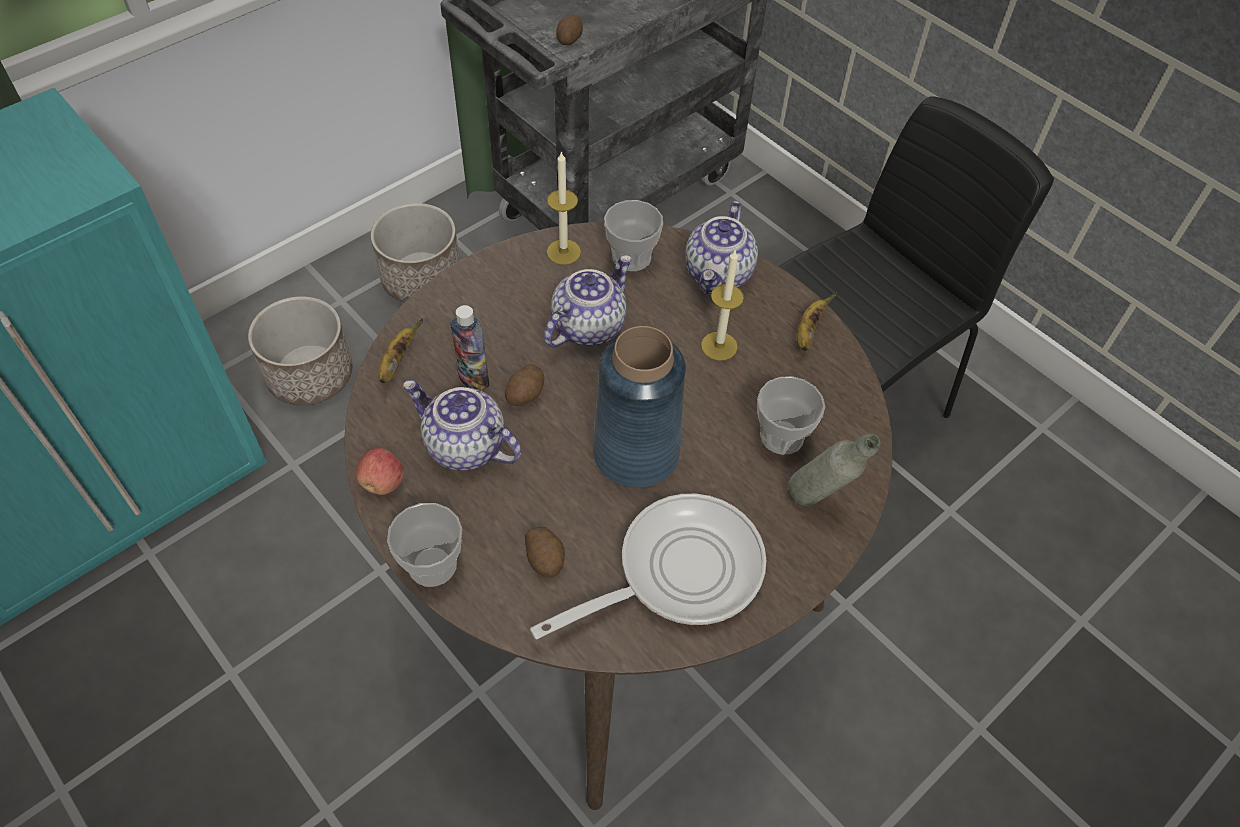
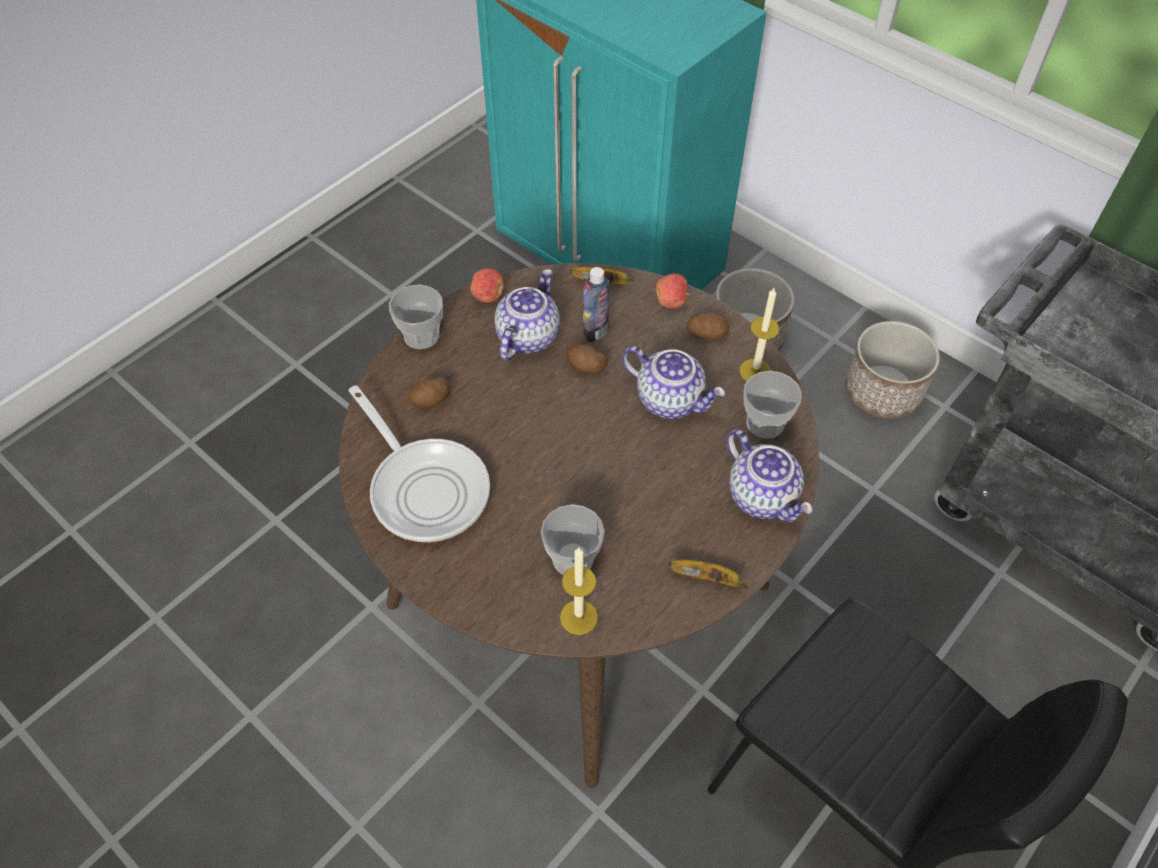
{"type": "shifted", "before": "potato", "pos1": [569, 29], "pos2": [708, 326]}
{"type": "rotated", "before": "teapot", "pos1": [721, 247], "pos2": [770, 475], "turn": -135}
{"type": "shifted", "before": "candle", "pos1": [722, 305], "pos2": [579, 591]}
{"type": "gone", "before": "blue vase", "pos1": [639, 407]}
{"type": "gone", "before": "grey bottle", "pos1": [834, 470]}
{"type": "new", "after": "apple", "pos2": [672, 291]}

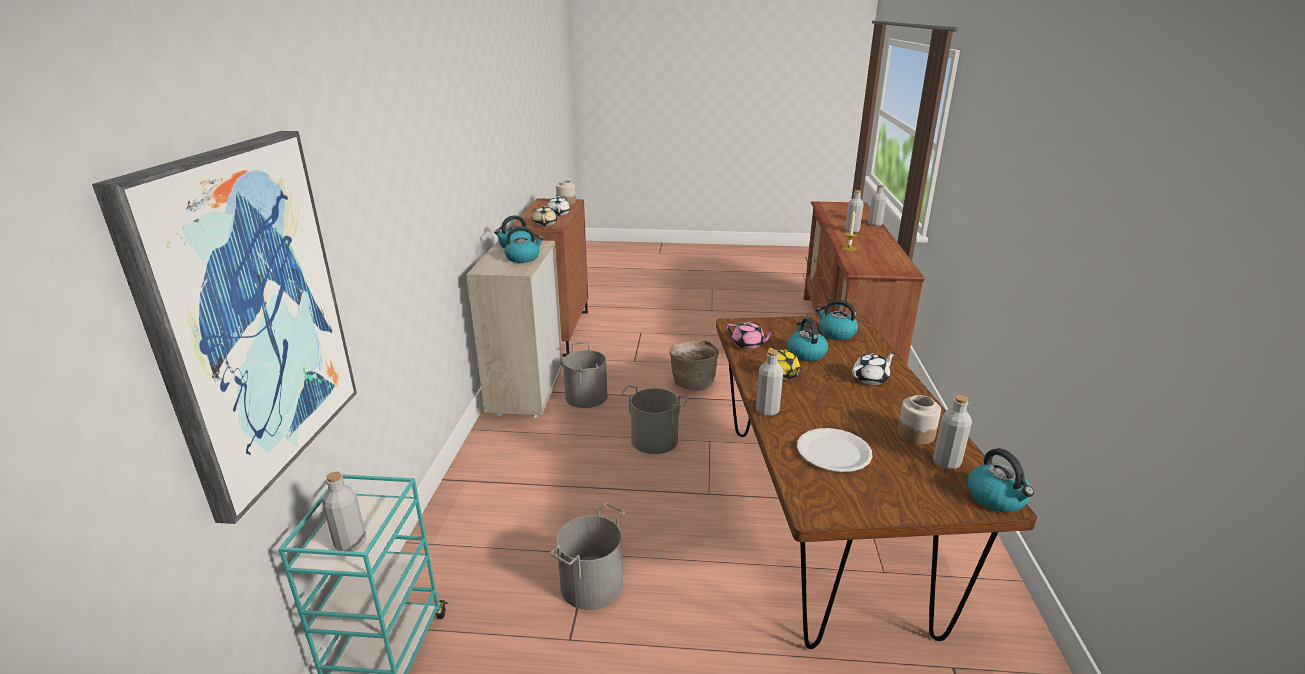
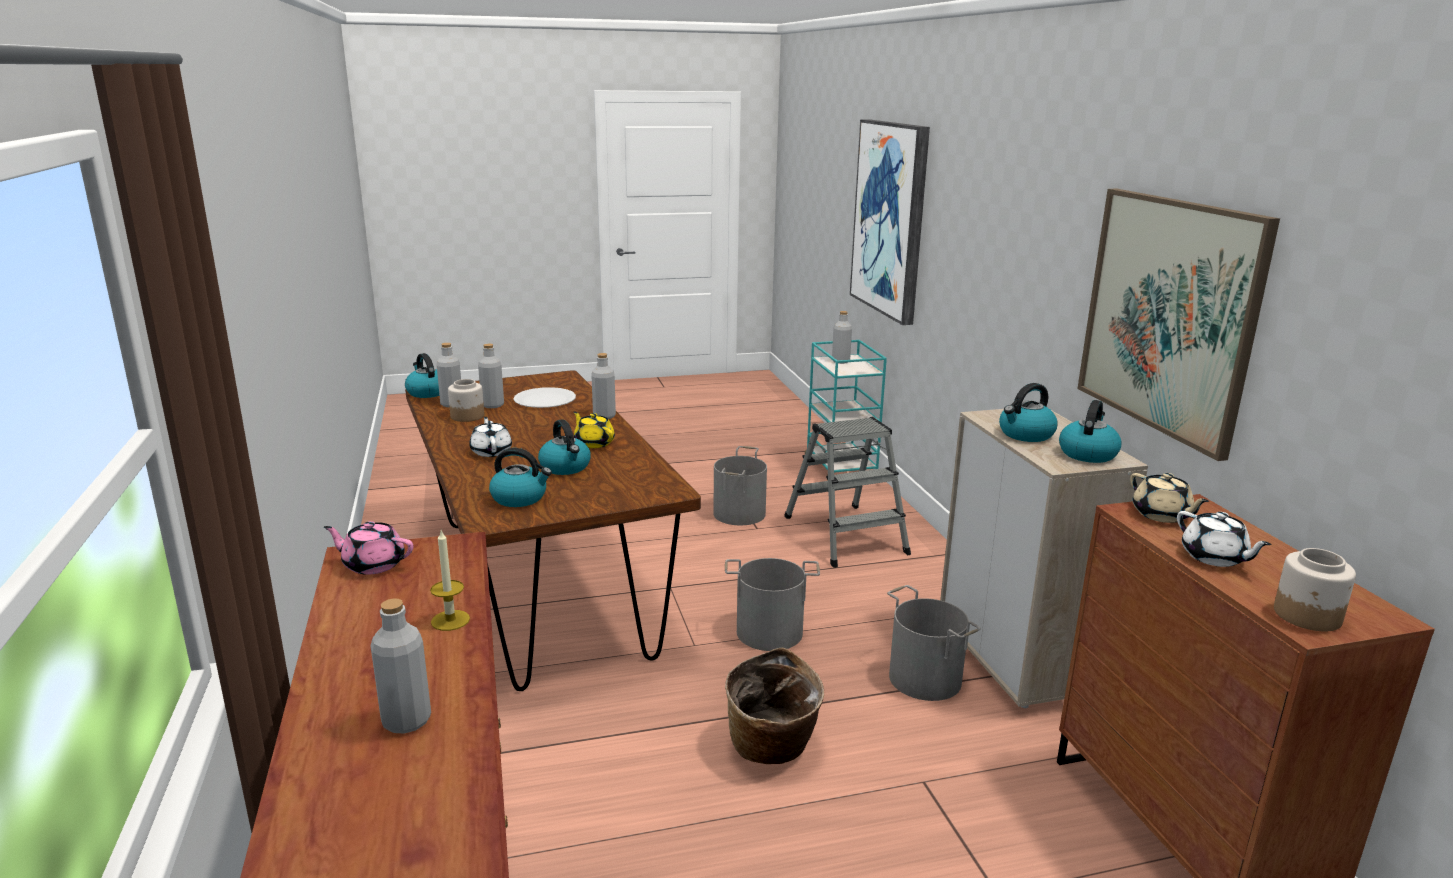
{"type": "shifted", "before": "grey bottle", "pos1": [877, 205], "pos2": [491, 376]}
{"type": "shifted", "before": "pink teapot", "pos1": [750, 335], "pos2": [368, 548]}
{"type": "rotated", "before": "white teapot", "pos1": [873, 368], "pos2": [490, 437], "turn": 120}
{"type": "new", "after": "picture", "pos2": [1178, 325]}
{"type": "new", "after": "grey step ladder", "pos2": [847, 492]}

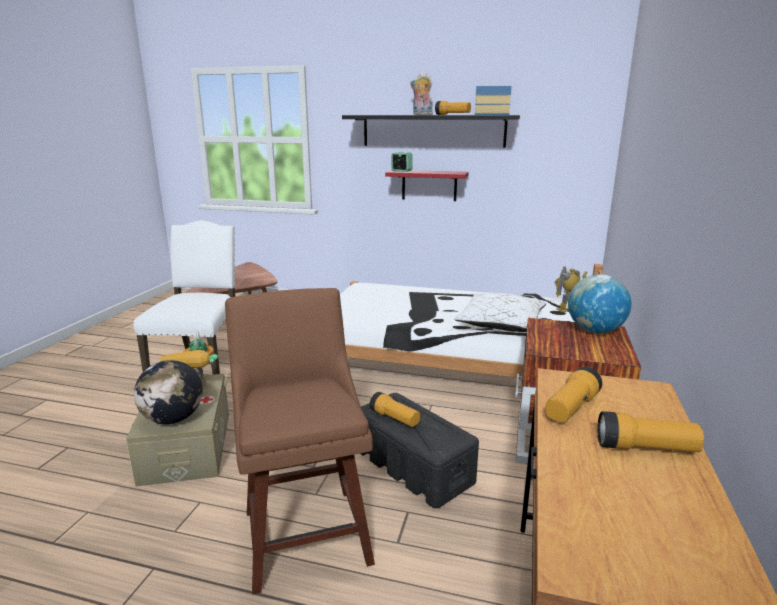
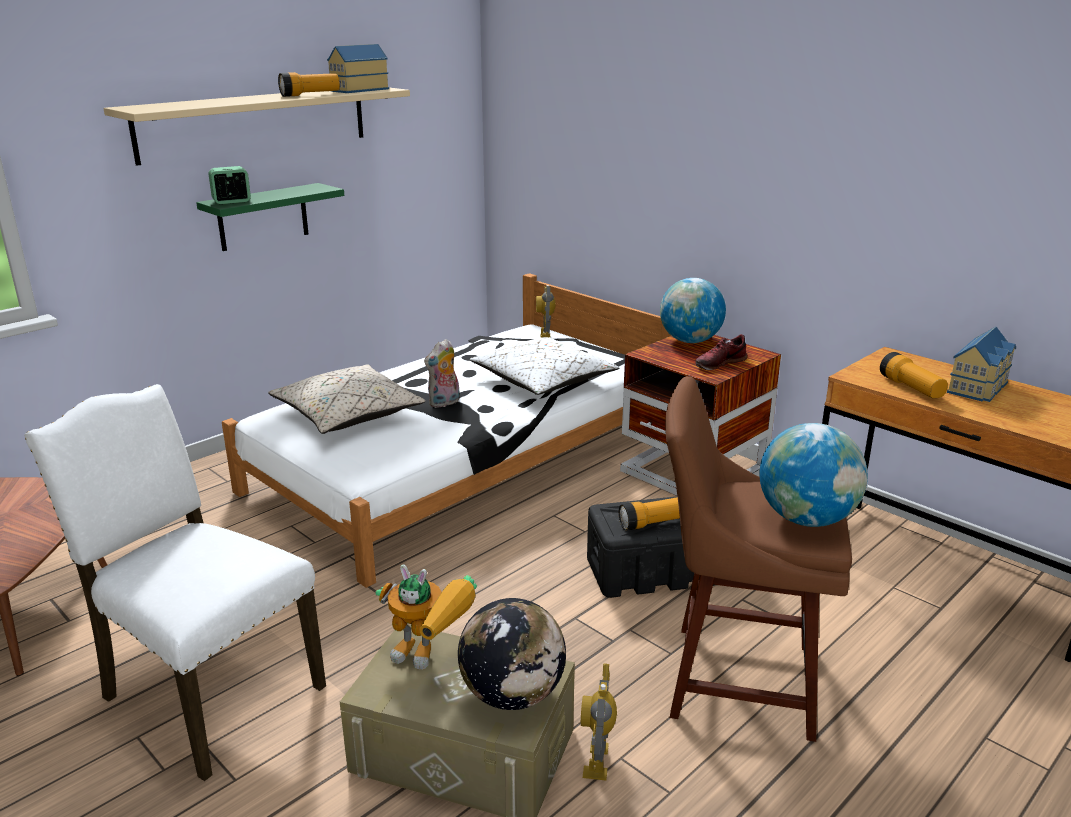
{"type": "shifted", "before": "plush toy", "pos1": [421, 94], "pos2": [442, 373]}
{"type": "repainted", "before": "black shelf", "after": "beige shelf", "pos1": [431, 131], "pos2": [256, 127]}
{"type": "repainted", "before": "red shelf", "after": "green shelf", "pos1": [427, 185], "pos2": [270, 217]}
{"type": "swapped", "before": "flashlight", "after": "toy house", "pos1": [650, 431], "pos2": [981, 364]}
{"type": "new", "after": "shoe", "pos2": [721, 352]}
{"type": "new", "after": "beige pillow", "pos2": [347, 399]}
{"type": "new", "after": "globe", "pos2": [813, 475]}
{"type": "new", "after": "toy robot", "pos2": [599, 722]}

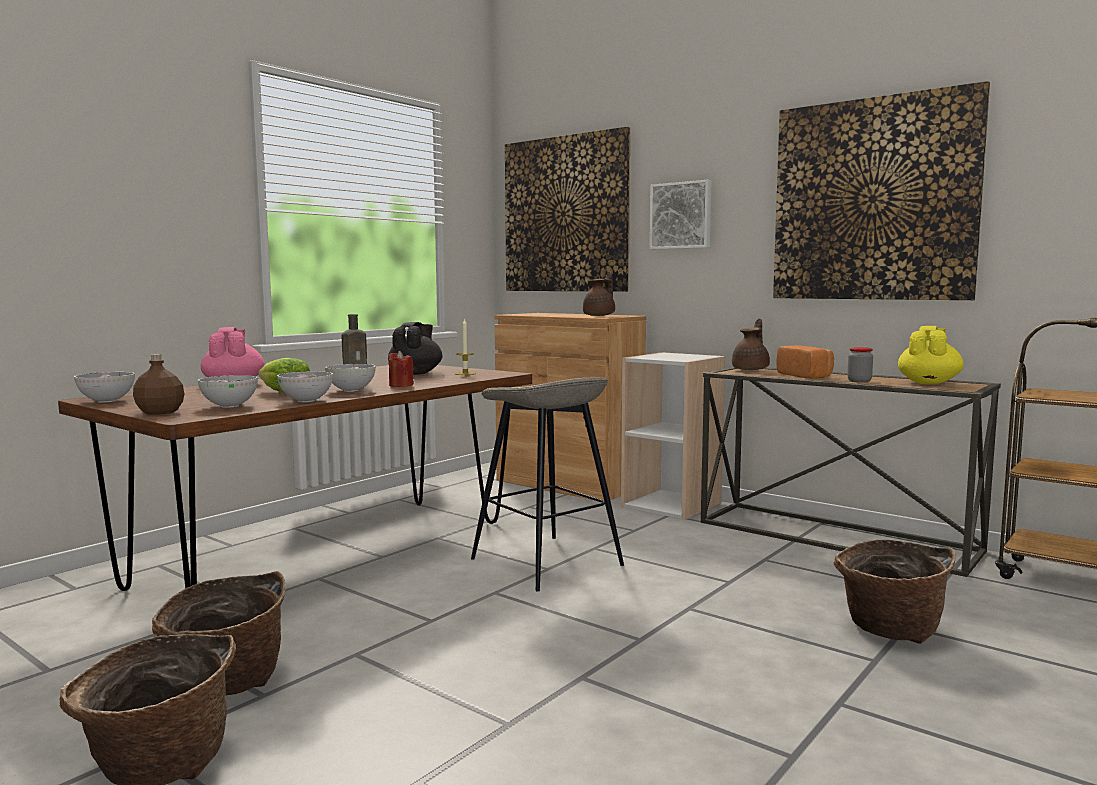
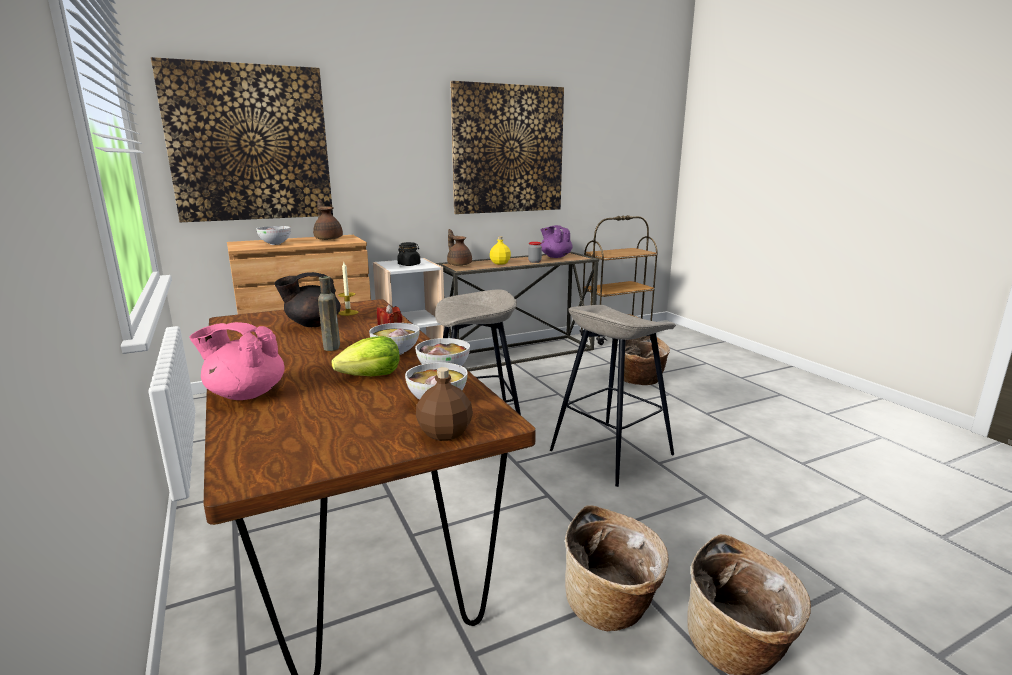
{"type": "gone", "before": "picture", "pos1": [680, 215]}
{"type": "rotated", "before": "black teapot", "pos1": [415, 348], "pos2": [307, 299], "turn": -60}
{"type": "repainted", "before": "yellow teapot", "after": "purple teapot", "pos1": [931, 355], "pos2": [556, 241]}
{"type": "swapped", "before": "bread", "after": "yellow bottle", "pos1": [805, 362], "pos2": [500, 250]}
{"type": "shifted", "before": "bowl", "pos1": [104, 387], "pos2": [273, 235]}
{"type": "new", "after": "black jar", "pos2": [409, 254]}
{"type": "new", "after": "grey stool", "pos2": [613, 396]}

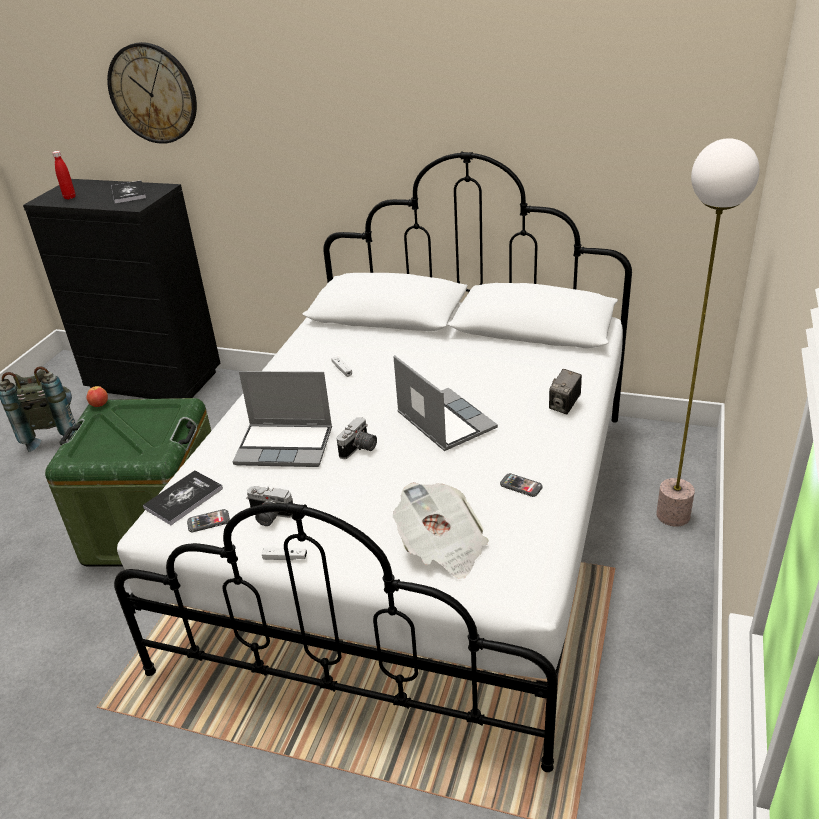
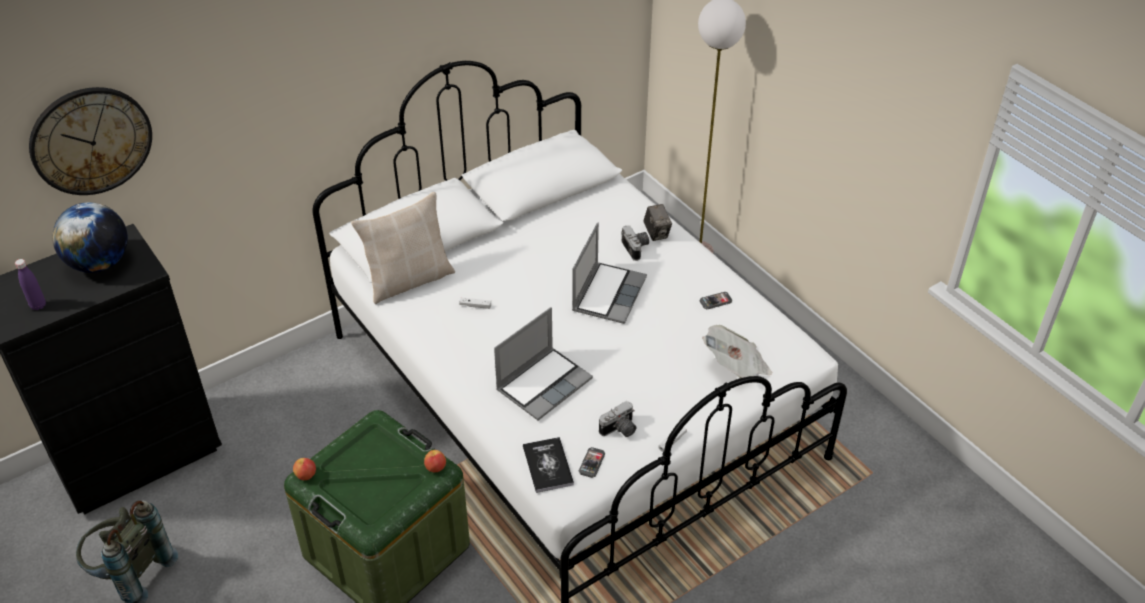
{"type": "repainted", "before": "red bottle", "after": "purple bottle", "pos1": [63, 175], "pos2": [30, 284]}
{"type": "swapped", "before": "book", "after": "globe", "pos1": [128, 192], "pos2": [90, 237]}
{"type": "rotated", "before": "laptop", "pos1": [445, 403], "pos2": [609, 273], "turn": 105}
{"type": "shifted", "before": "photo camera", "pos1": [357, 438], "pos2": [635, 243]}
{"type": "new", "after": "beige pillow", "pos2": [403, 248]}
{"type": "new", "after": "apple", "pos2": [435, 461]}

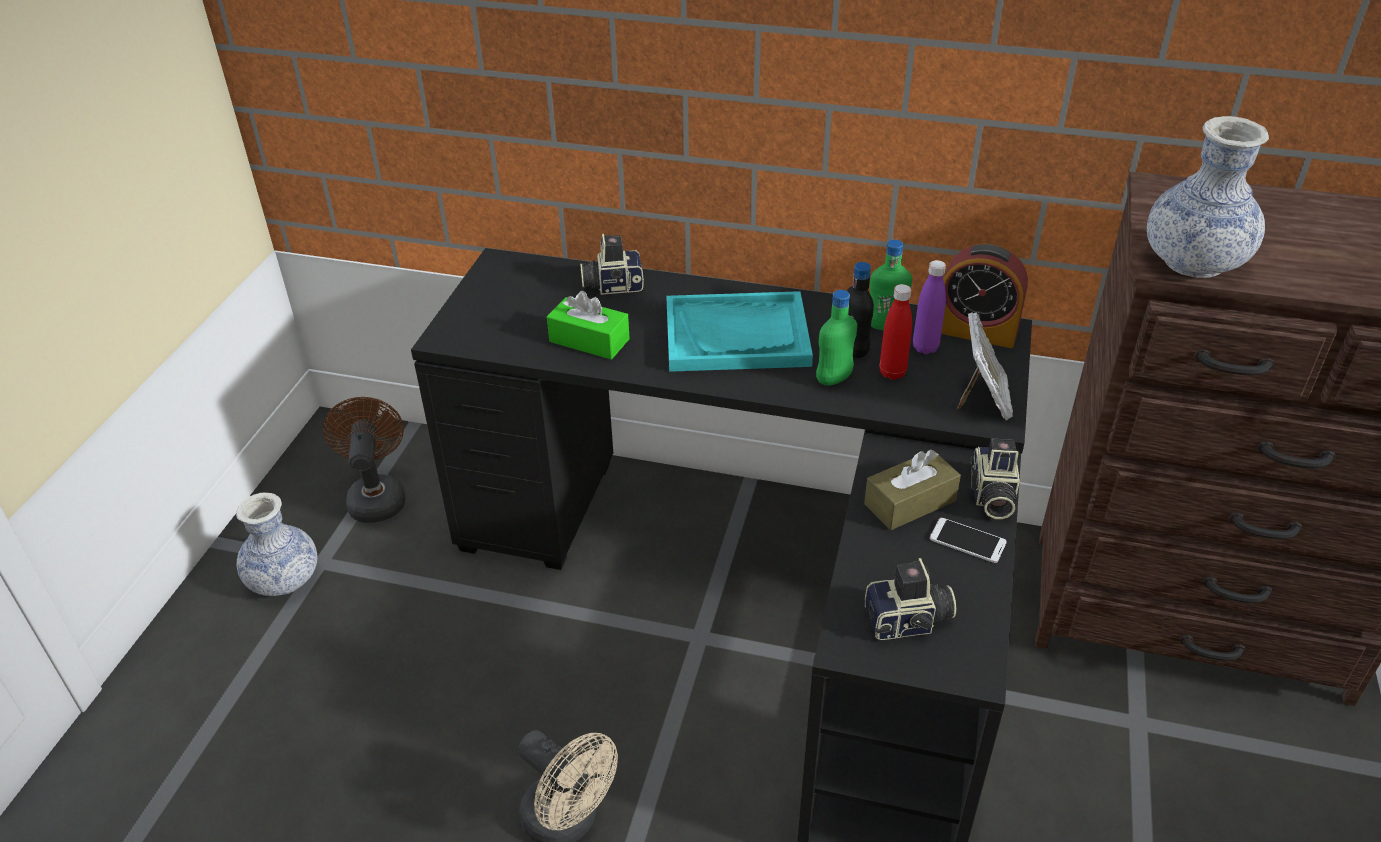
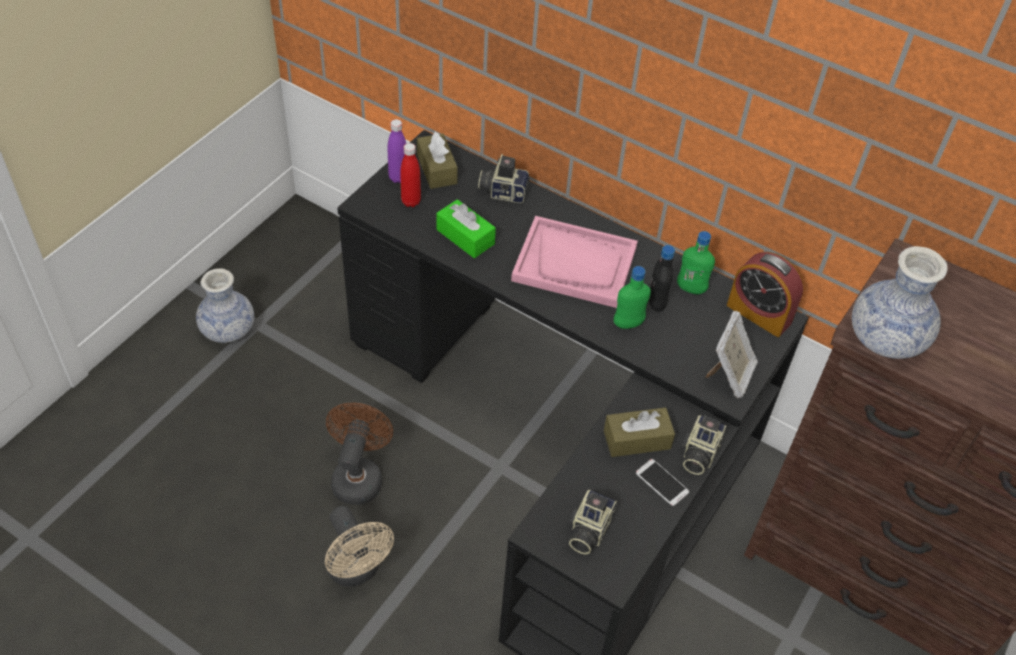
{"type": "shifted", "before": "purple bottle", "pos1": [929, 307], "pos2": [397, 151]}
{"type": "shifted", "before": "red bottle", "pos1": [895, 332], "pos2": [410, 175]}
{"type": "repainted", "before": "turquoise tray", "after": "pink tray", "pos1": [739, 331], "pos2": [574, 262]}
{"type": "shifted", "before": "brown fan", "pos1": [364, 460], "pos2": [359, 454]}
{"type": "rotated", "before": "photo camera", "pos1": [910, 599], "pos2": [593, 522], "turn": 105}
{"type": "new", "after": "brown tissue box", "pos2": [437, 160]}

